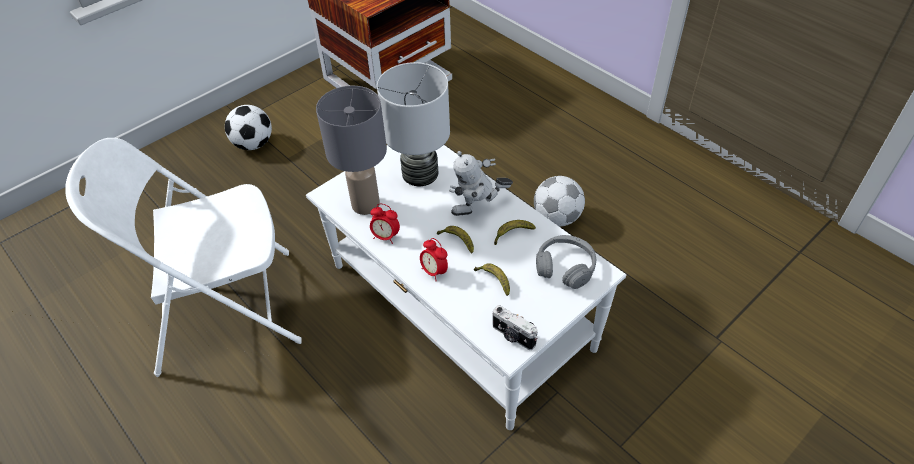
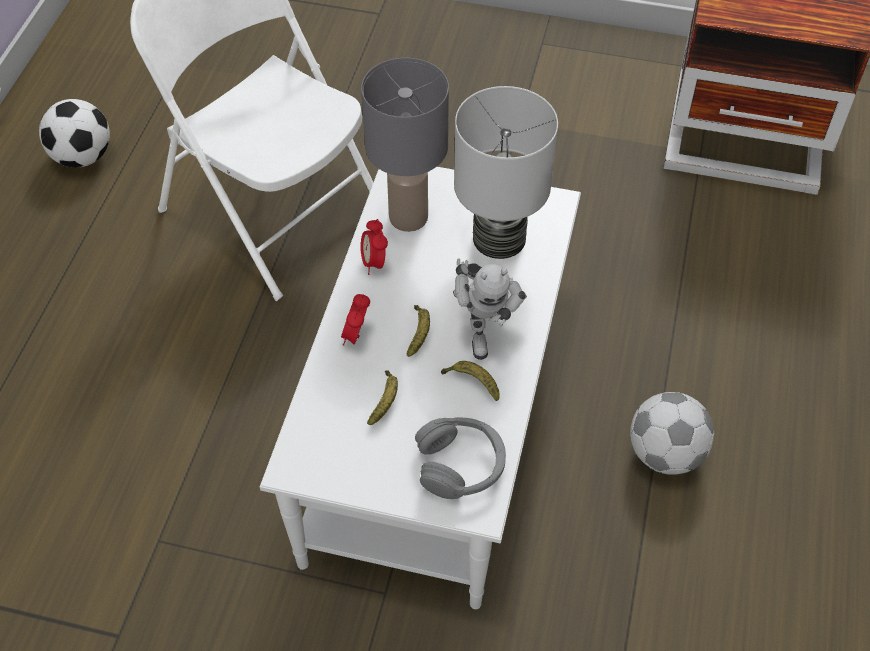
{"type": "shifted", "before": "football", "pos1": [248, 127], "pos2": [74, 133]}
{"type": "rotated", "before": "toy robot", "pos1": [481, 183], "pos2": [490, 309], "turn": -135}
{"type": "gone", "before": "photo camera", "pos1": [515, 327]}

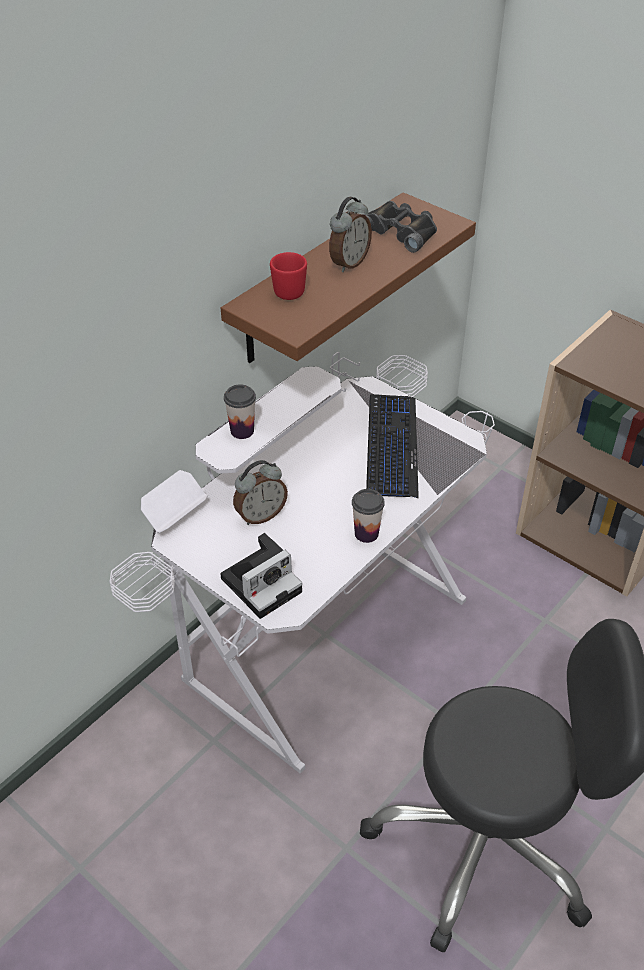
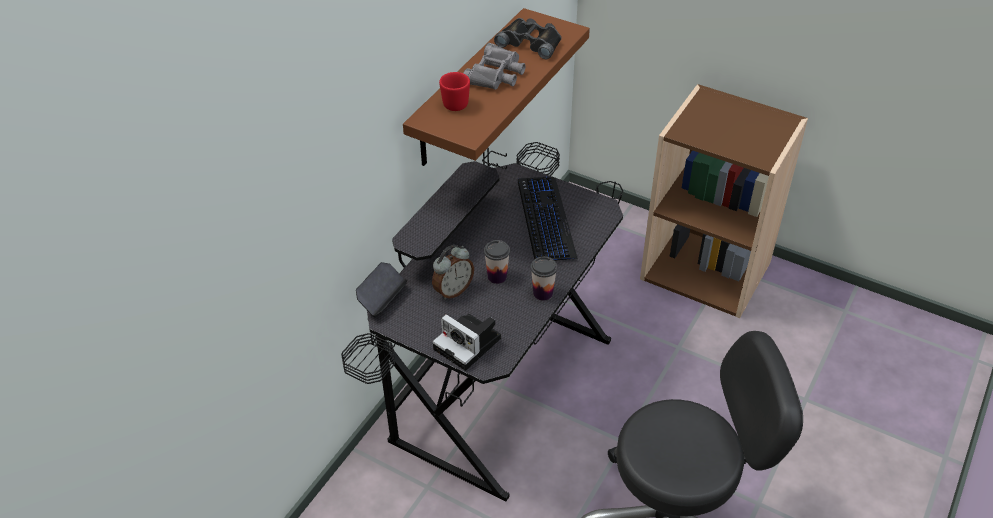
{"type": "swapped", "before": "alarm clock", "after": "grey binoculars", "pos1": [350, 234], "pos2": [495, 66]}
{"type": "repainted", "before": "white desk", "after": "black desk", "pos1": [302, 562], "pos2": [482, 321]}
{"type": "shifted", "before": "cup", "pos1": [240, 411], "pos2": [497, 262]}
{"type": "rotated", "before": "photo camera", "pos1": [261, 576], "pos2": [467, 342], "turn": 90}

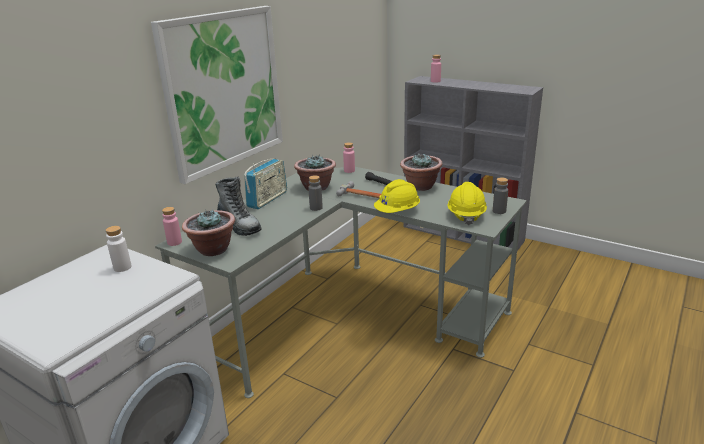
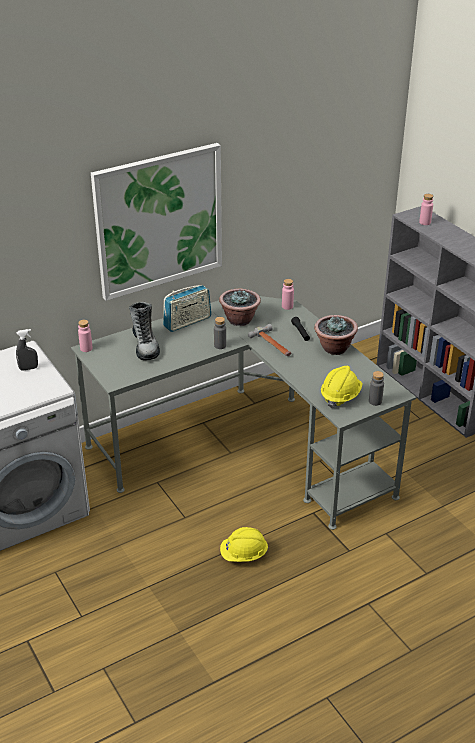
{"type": "shifted", "before": "yellow hard hat", "pos1": [397, 196], "pos2": [244, 544]}
{"type": "gone", "before": "potted plant", "pos1": [208, 232]}
{"type": "swapped", "before": "white bottle", "after": "grey spray bottle", "pos1": [119, 249], "pos2": [27, 350]}

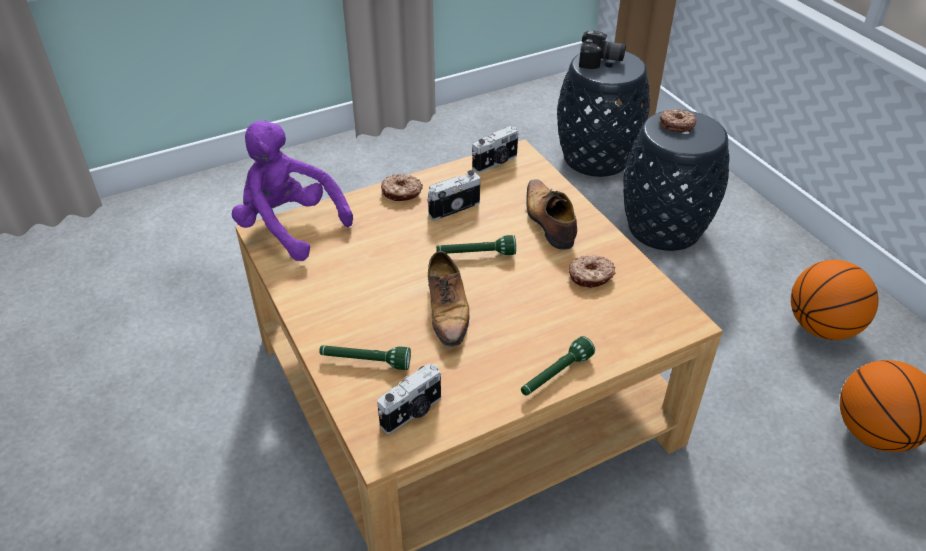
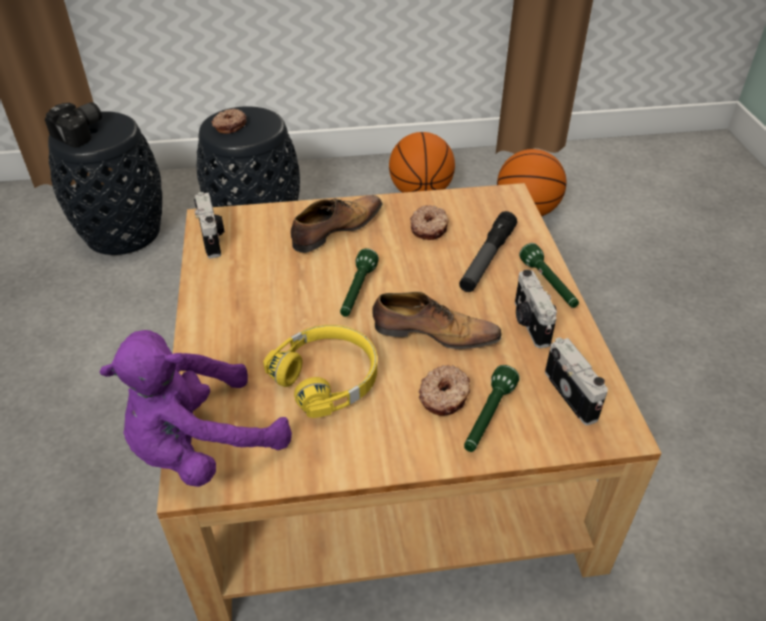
{"type": "shifted", "before": "photo camera", "pos1": [454, 195], "pos2": [536, 309]}
{"type": "shifted", "before": "donut", "pos1": [402, 187], "pos2": [444, 390]}
{"type": "rotated", "before": "shoe", "pos1": [551, 214], "pos2": [337, 224], "turn": 135}
{"type": "new", "after": "flashlight", "pos2": [488, 251]}
{"type": "new", "after": "yellow headphones", "pos2": [320, 371]}

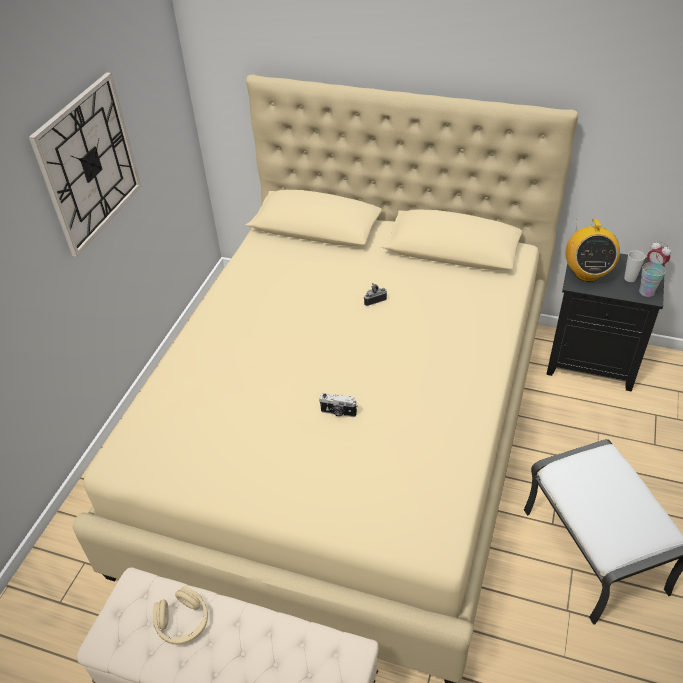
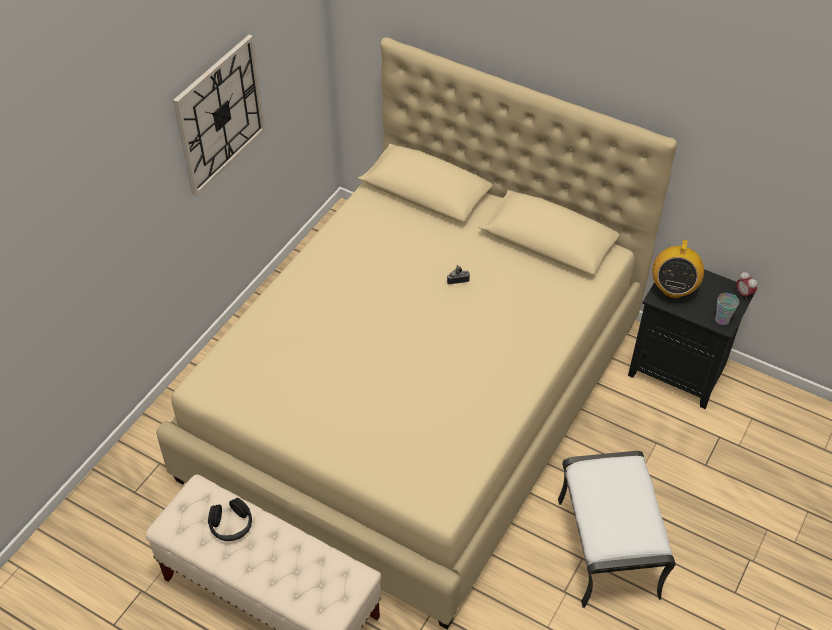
{"type": "gone", "before": "cup", "pos1": [634, 266]}
{"type": "gone", "before": "photo camera", "pos1": [338, 405]}
{"type": "repainted", "before": "beige headphones", "after": "black headphones", "pos1": [180, 615], "pos2": [230, 519]}

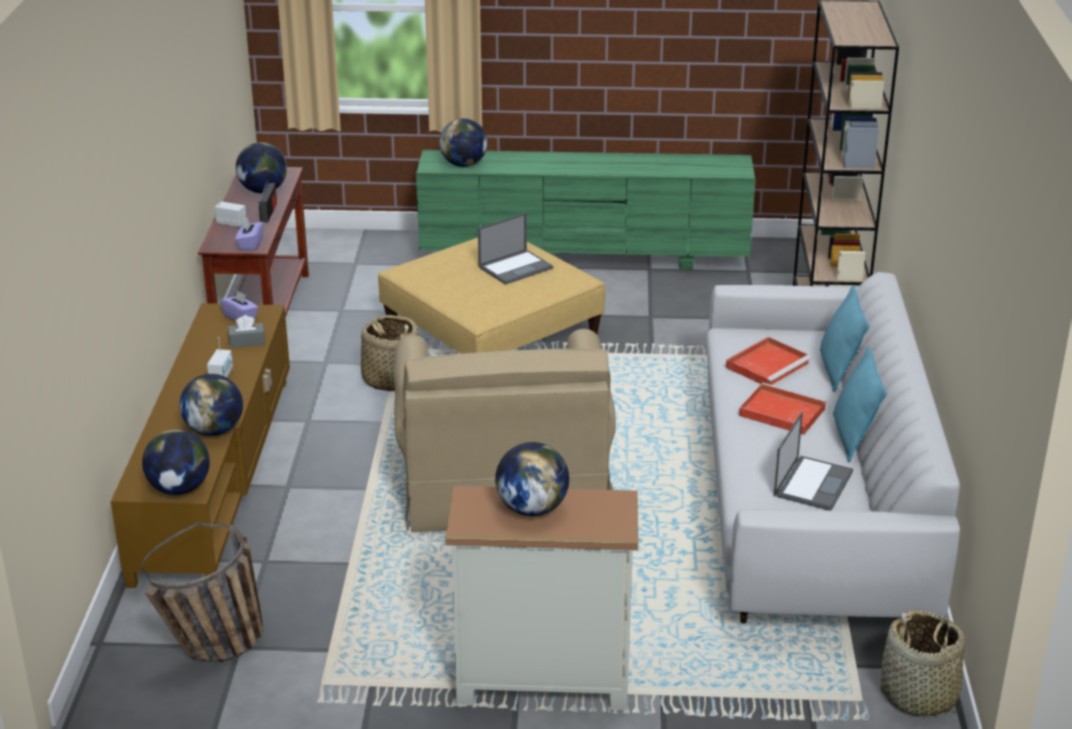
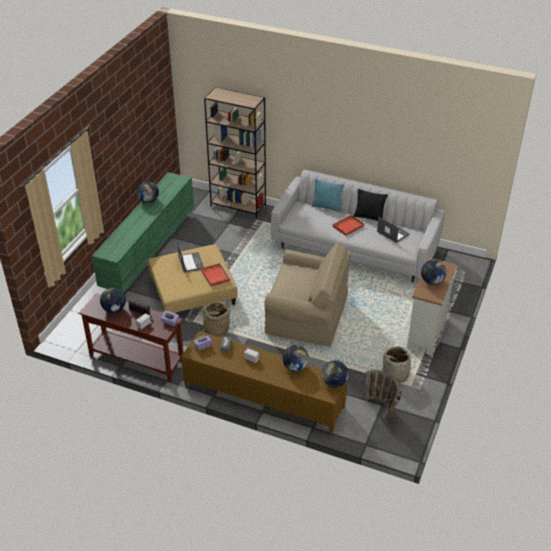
{"type": "shifted", "before": "globe", "pos1": [463, 142], "pos2": [148, 192]}
{"type": "shifted", "before": "red tray", "pos1": [768, 361], "pos2": [215, 275]}
{"type": "repainted", "before": "turquoise pillow", "after": "black pillow", "pos1": [860, 404], "pos2": [371, 205]}
{"type": "shifted", "before": "basket", "pos1": [923, 663], "pos2": [397, 364]}

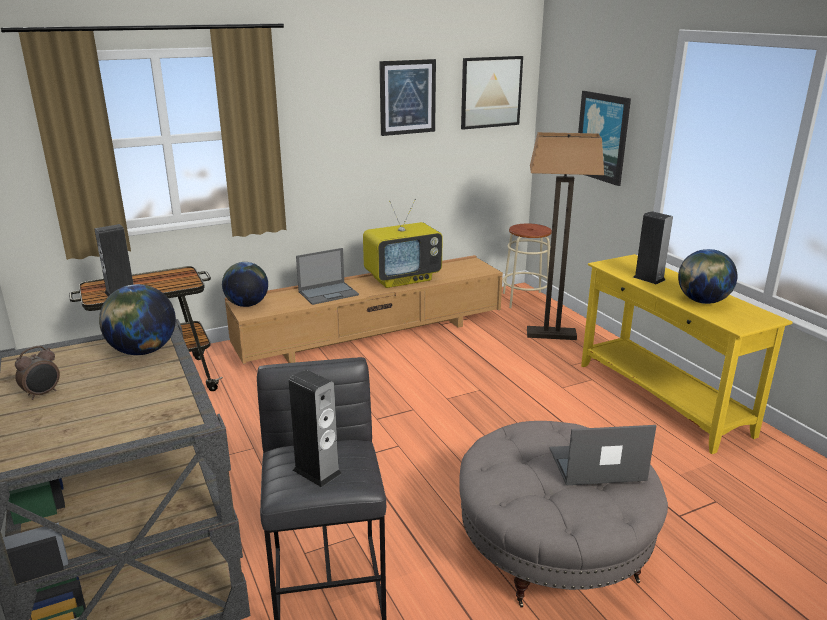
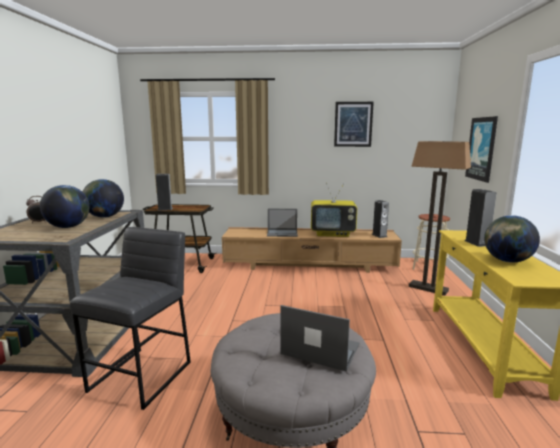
{"type": "gone", "before": "picture", "pos1": [492, 93]}
{"type": "shifted", "before": "globe", "pos1": [245, 284], "pos2": [64, 206]}
{"type": "shifted", "before": "speaker", "pos1": [315, 428], "pos2": [380, 219]}

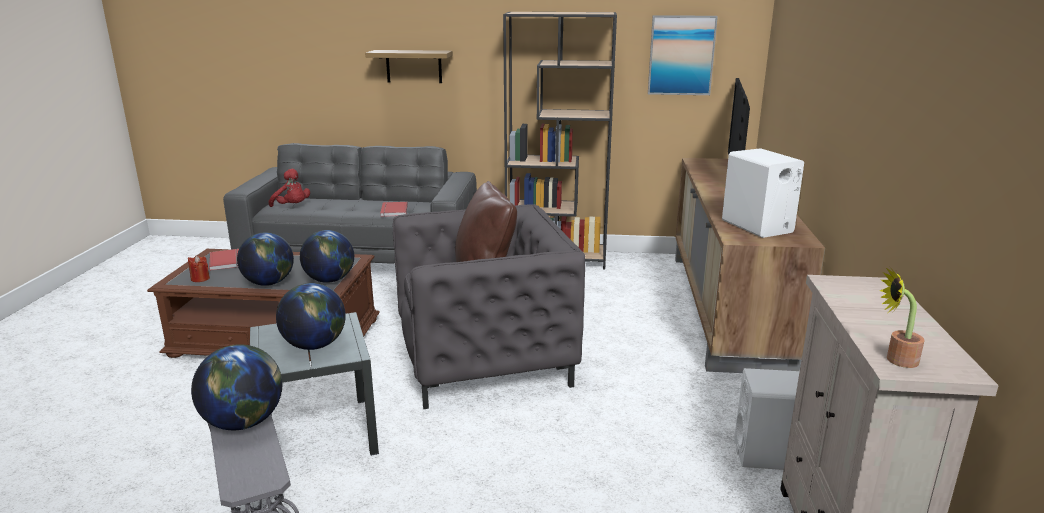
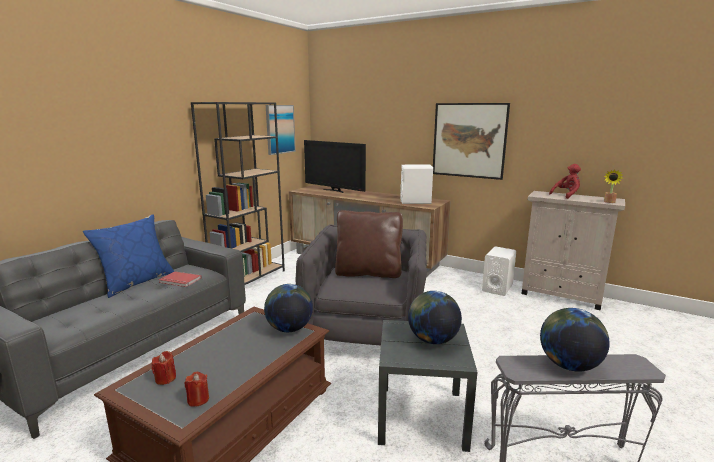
{"type": "gone", "before": "shelf", "pos1": [409, 66]}
{"type": "shifted", "before": "red plush toy", "pos1": [289, 188], "pos2": [565, 181]}
{"type": "gone", "before": "globe", "pos1": [265, 259]}
{"type": "swapped", "before": "red book", "after": "red candle", "pos1": [224, 260], "pos2": [164, 368]}
{"type": "new", "after": "picture", "pos2": [471, 141]}
{"type": "new", "after": "blue pillow", "pos2": [129, 256]}

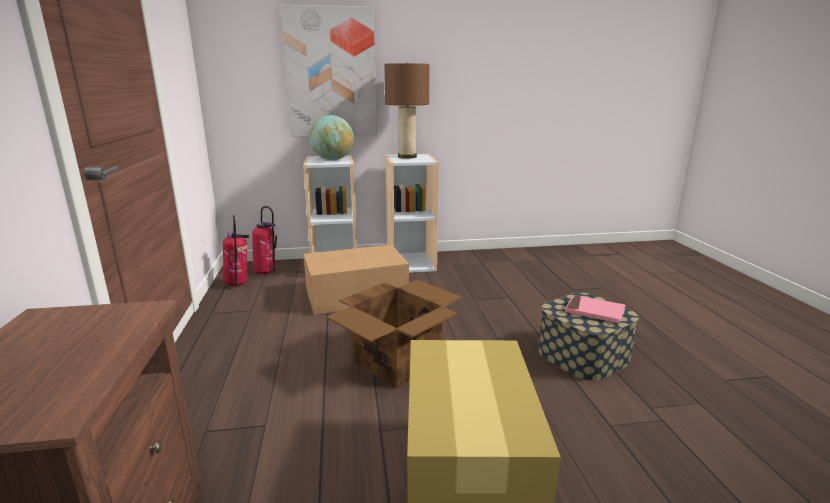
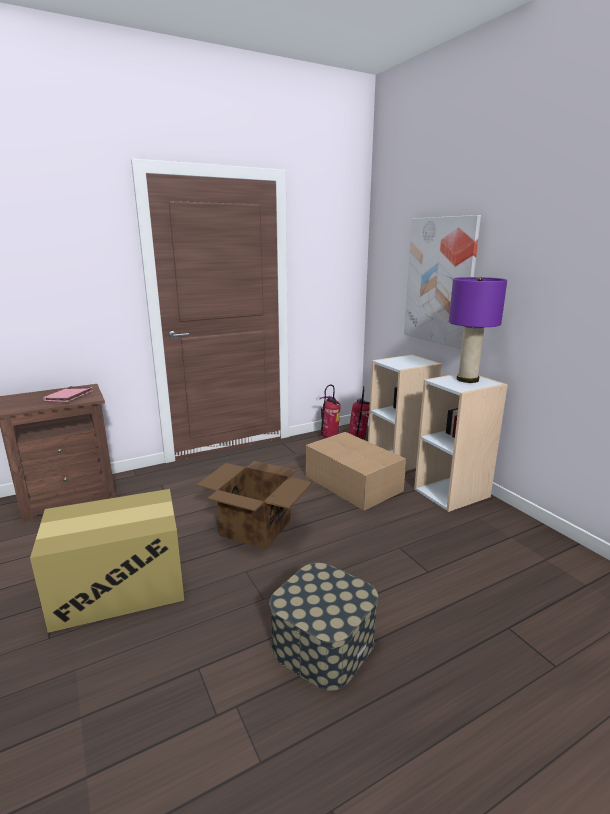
{"type": "repainted", "before": "brown table lamp", "after": "purple table lamp", "pos1": [407, 111], "pos2": [478, 330]}
{"type": "gone", "before": "globe", "pos1": [331, 137]}
{"type": "shifted", "before": "pink book", "pos1": [595, 309], "pos2": [68, 394]}

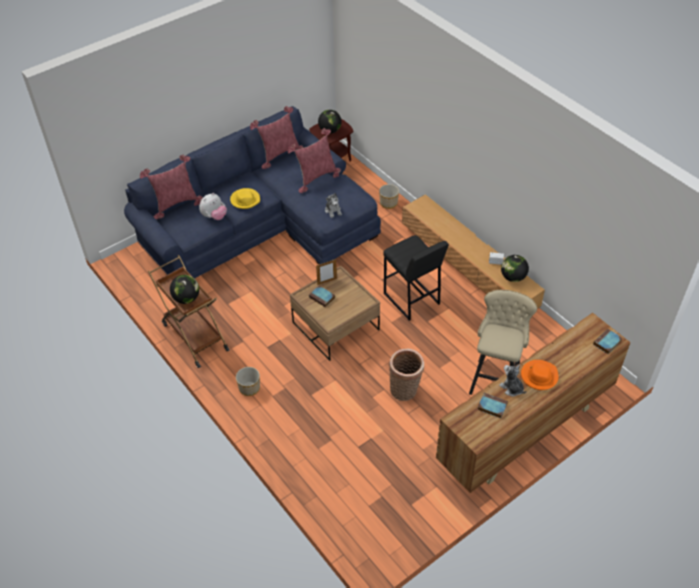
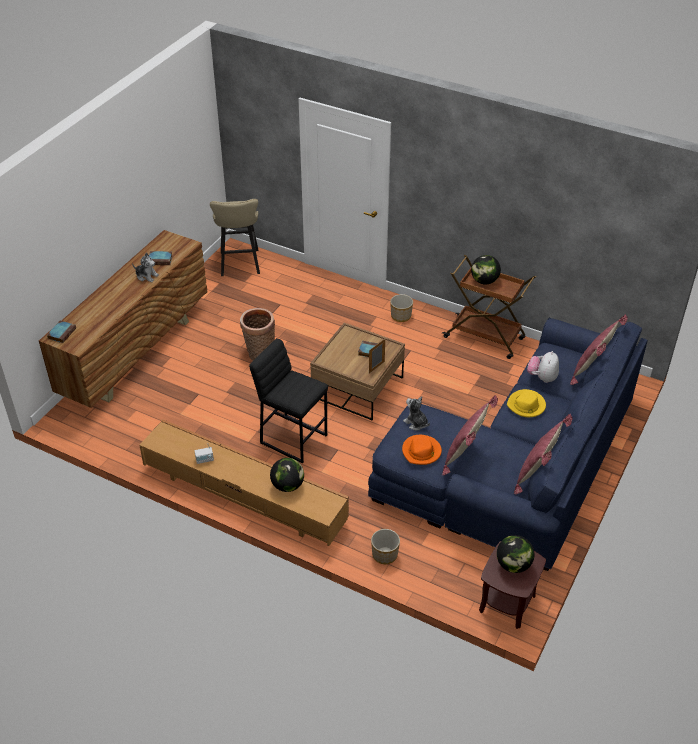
{"type": "shifted", "before": "globe", "pos1": [515, 268], "pos2": [287, 475]}
{"type": "shifted", "before": "beige stool", "pos1": [503, 342], "pos2": [235, 237]}
{"type": "shifted", "before": "orange hat", "pos1": [540, 375], "pos2": [422, 450]}

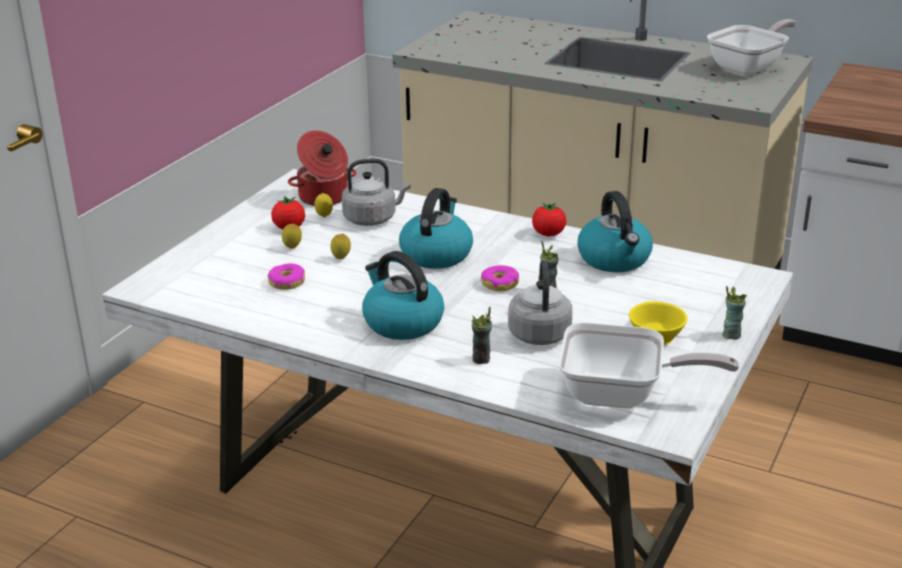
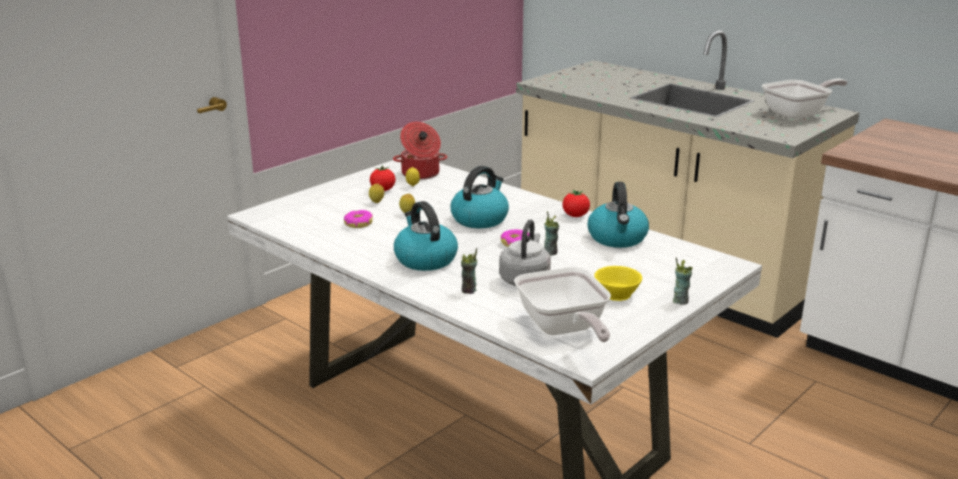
{"type": "gone", "before": "grey kettle", "pos1": [376, 192]}
{"type": "rotated", "before": "frying pan", "pos1": [648, 365], "pos2": [562, 304], "turn": 45}

